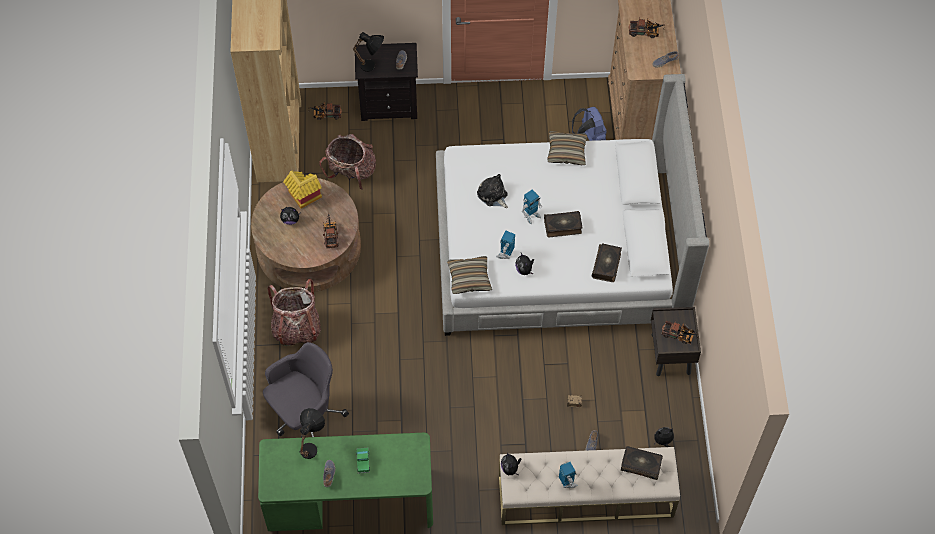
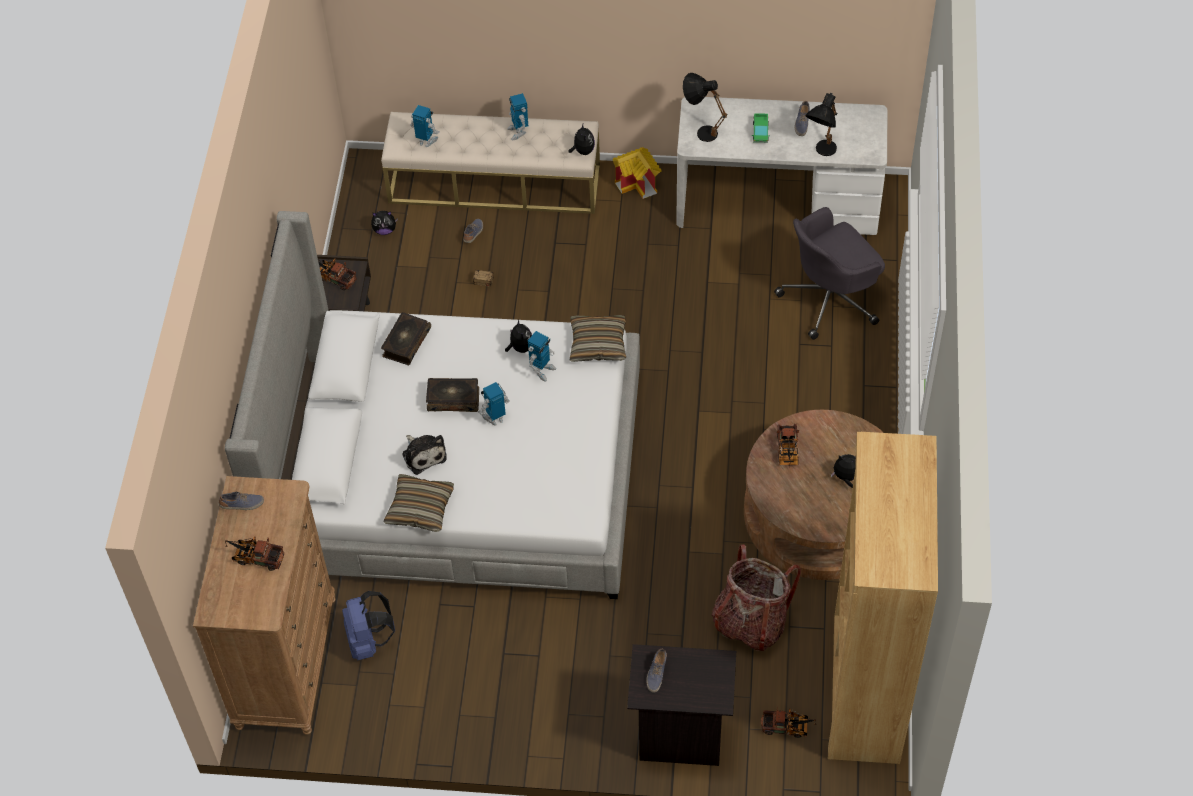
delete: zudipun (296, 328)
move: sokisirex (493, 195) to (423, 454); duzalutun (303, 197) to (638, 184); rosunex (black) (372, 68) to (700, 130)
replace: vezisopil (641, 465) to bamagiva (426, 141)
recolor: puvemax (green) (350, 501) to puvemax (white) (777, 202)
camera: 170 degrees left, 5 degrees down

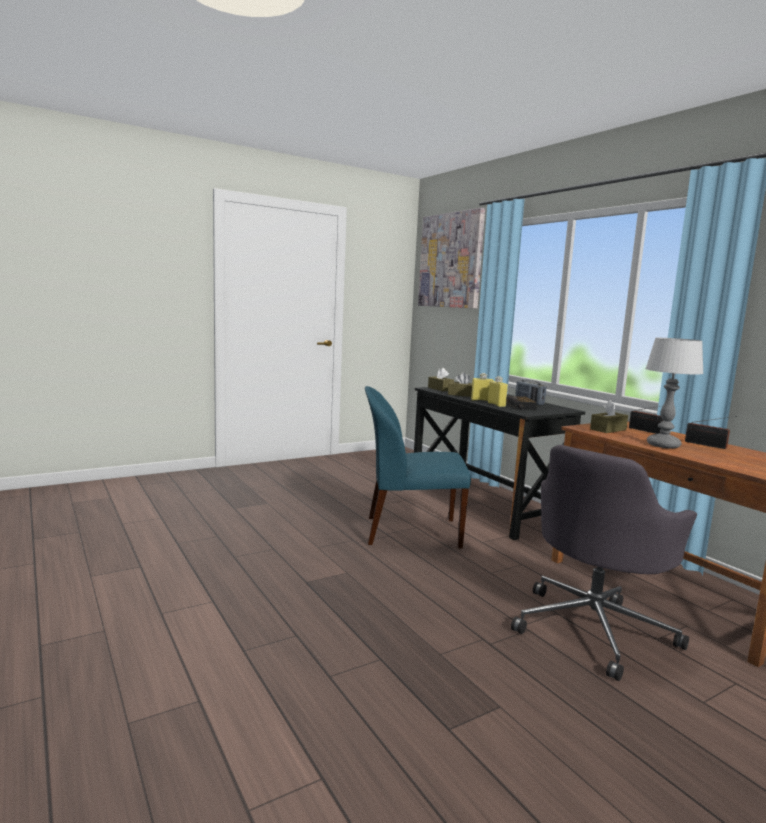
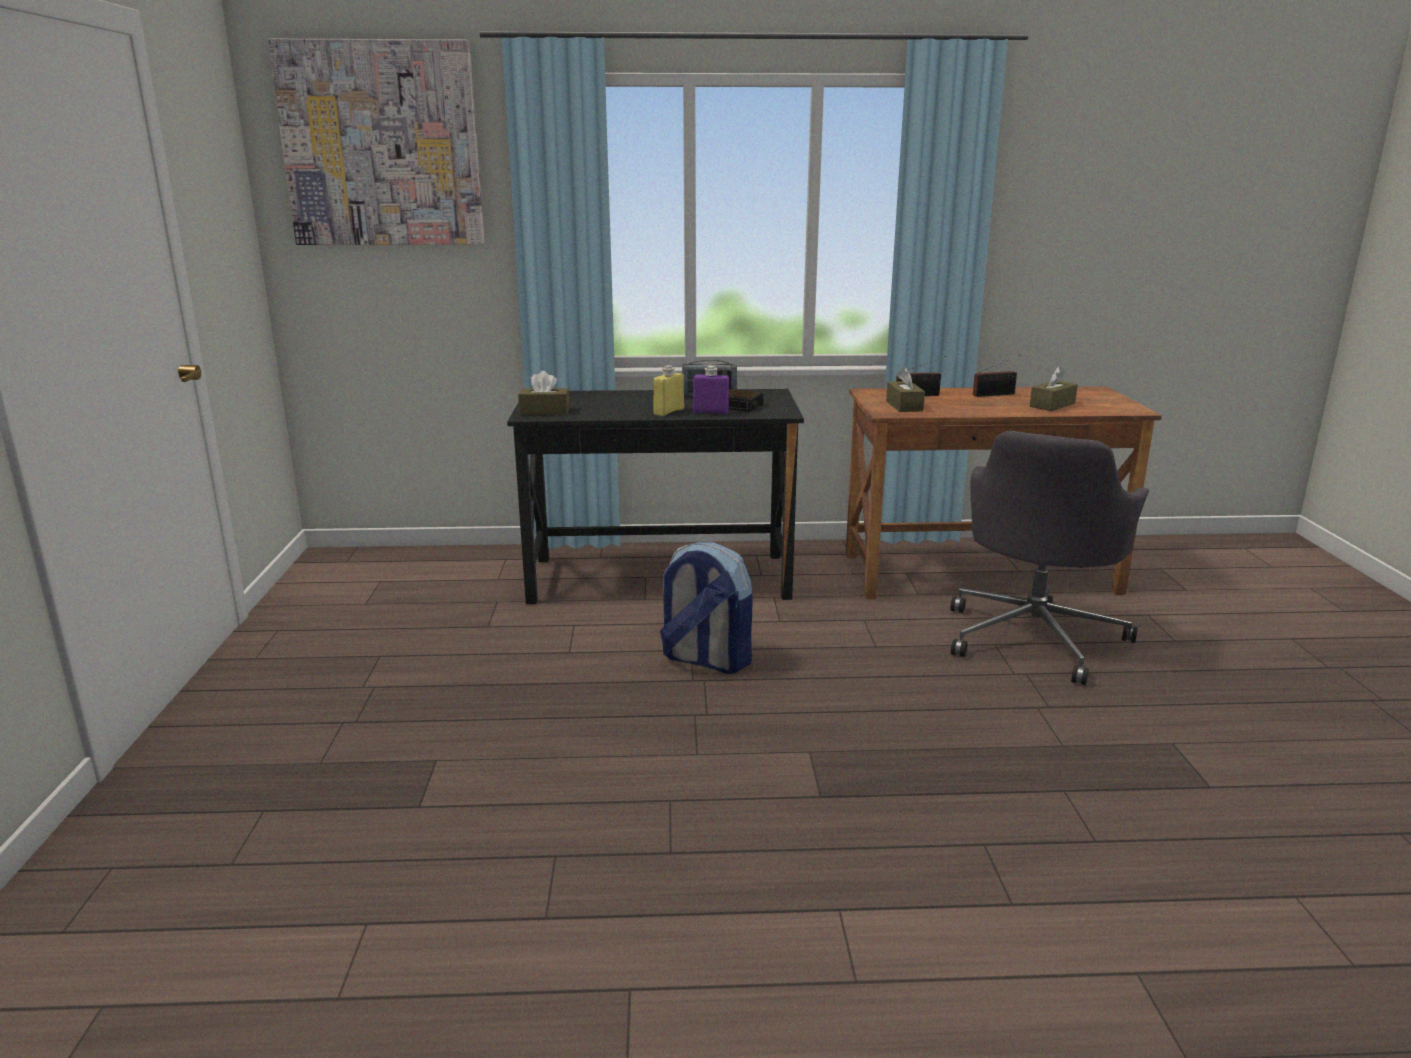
delete: rosunex (663, 445)
move: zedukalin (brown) (462, 395) to (1052, 405)
replace: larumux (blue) (410, 532) to zudipun (705, 660)
recolor: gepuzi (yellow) (496, 405) to gepuzi (purple) (710, 412)
rotate: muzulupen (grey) (594, 628) = (1034, 637) 45 degrees clockwise
camera: 60 degrees left, 10 degrees up

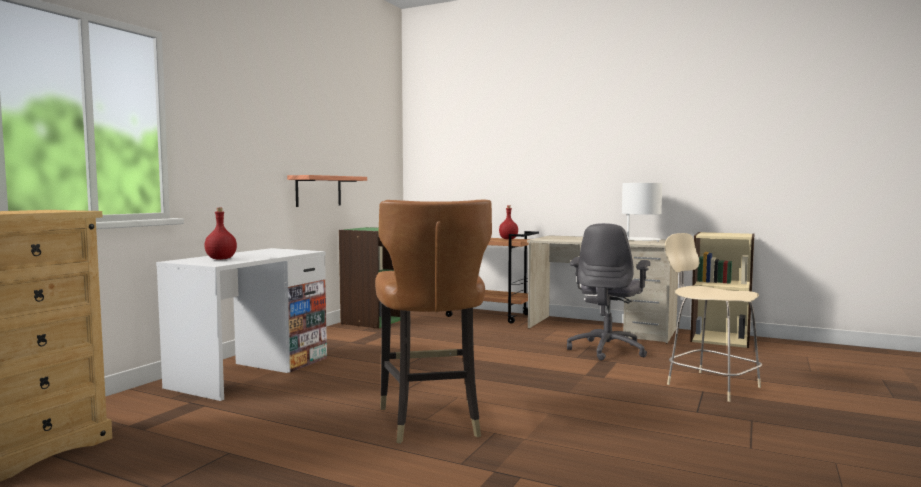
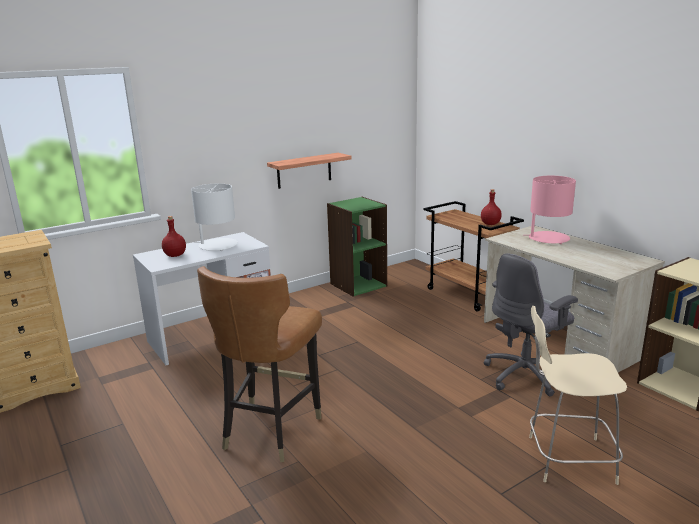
insert: rosunex (pink) (548, 238)
move: rosunex (white) (640, 240) to (217, 245)
rotate: larumux (beige) (710, 385) = (567, 459) 75 degrees counterclockwise
camera: 30 degrees right, 15 degrees up

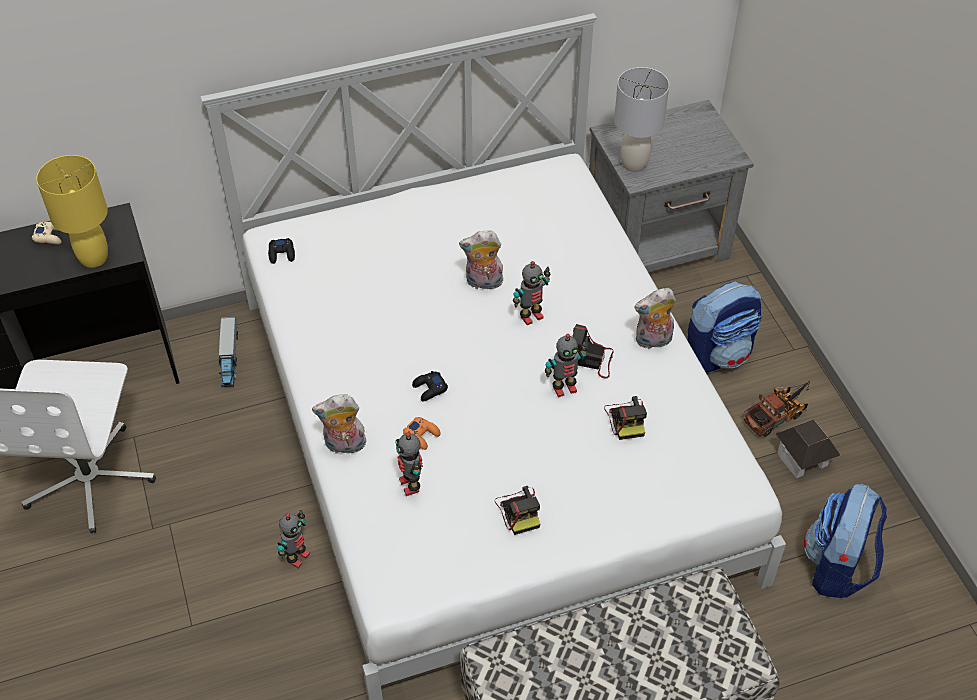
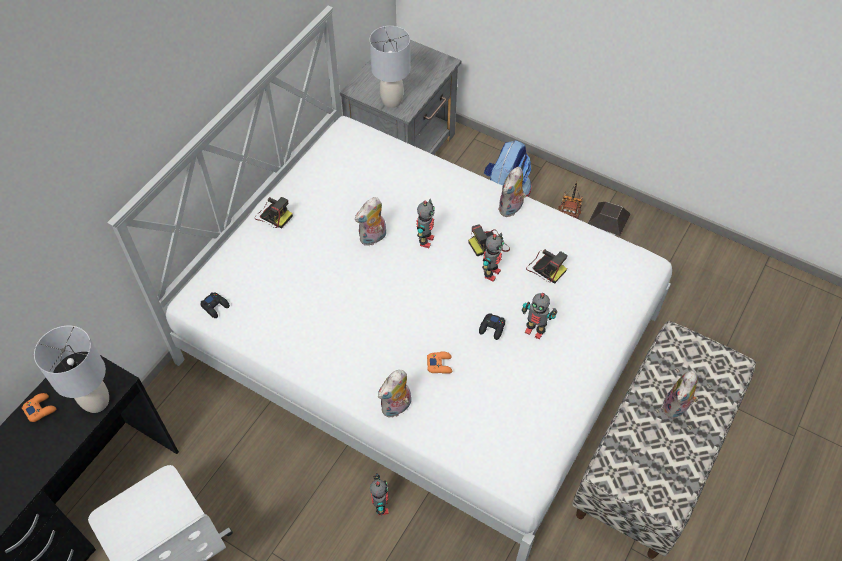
delete: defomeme (229, 358); zudipun (837, 566)
insert: sokisirex (676, 408)
move: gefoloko (519, 511) to (273, 215); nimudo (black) (429, 389) to (492, 328); bamagiva (411, 485) to (535, 330)
recolor: nimudo (beige) (50, 236) to nimudo (orange) (40, 409); rosunex (yellow) (94, 257) to rosunex (grey) (96, 401)
camera: 40 degrees left, 5 degrees up

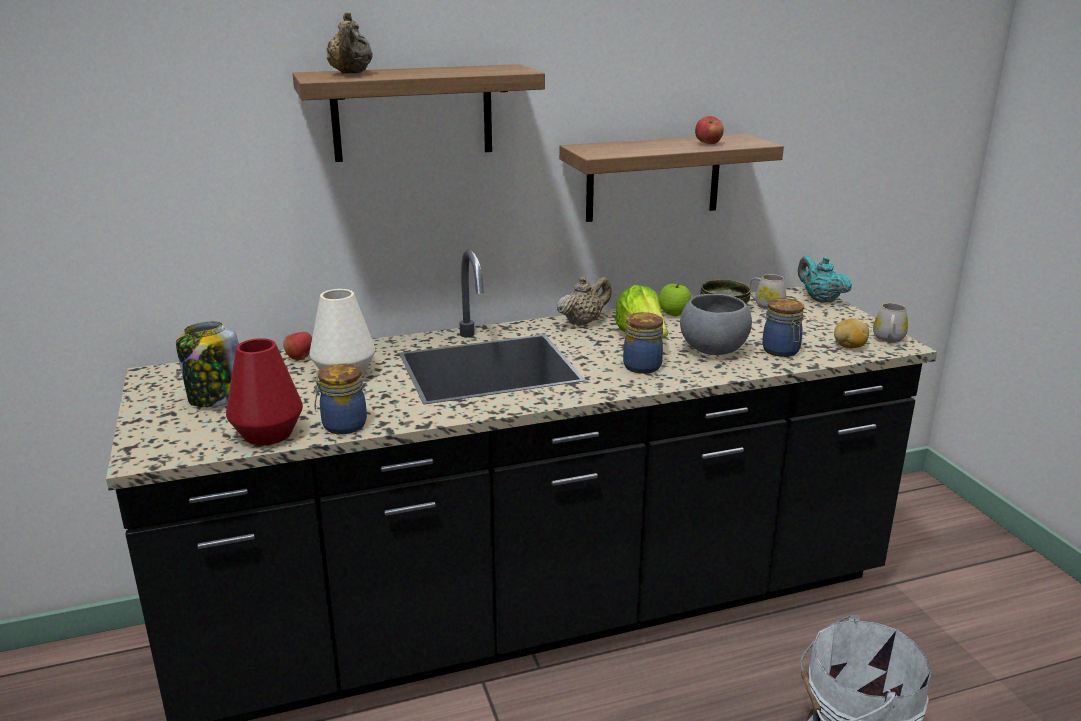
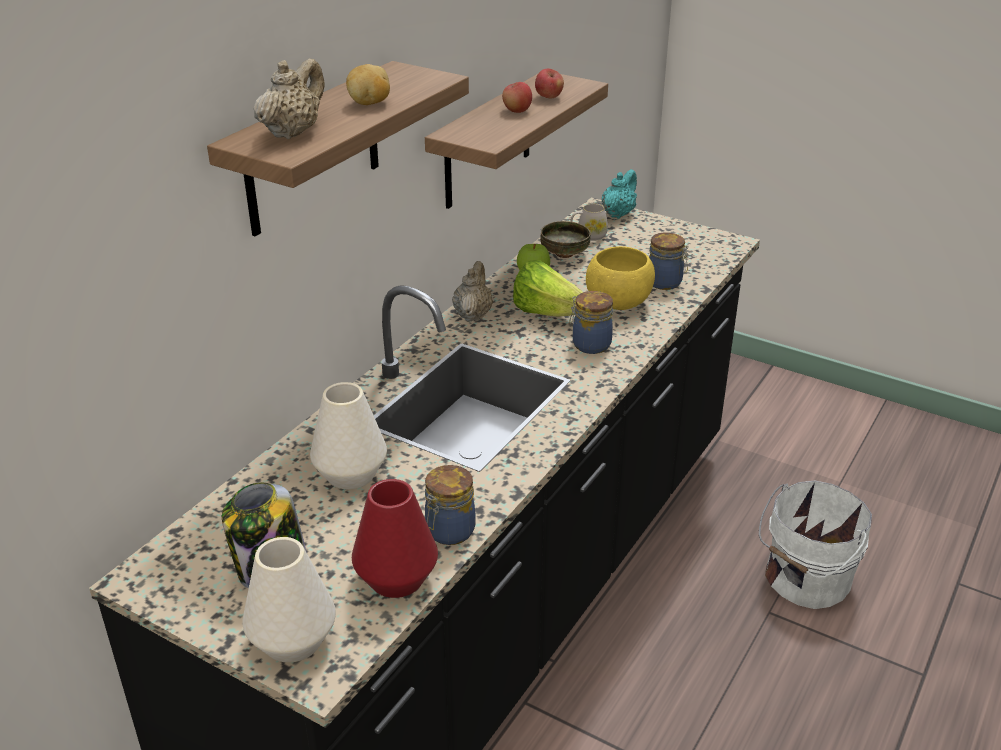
delete: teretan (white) (888, 339)
insert: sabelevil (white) (292, 640)
move: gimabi (849, 347) to (370, 103); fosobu (300, 357) to (517, 110)
recolor: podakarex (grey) (714, 351) to podakarex (yellow) (619, 303)
rotate: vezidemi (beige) (350, 74) = (293, 132) 105 degrees counterclockwise; vezidemi (turquoise) (820, 299) = (618, 213) 105 degrees clockwise
camera: 40 degrees left, 10 degrees up

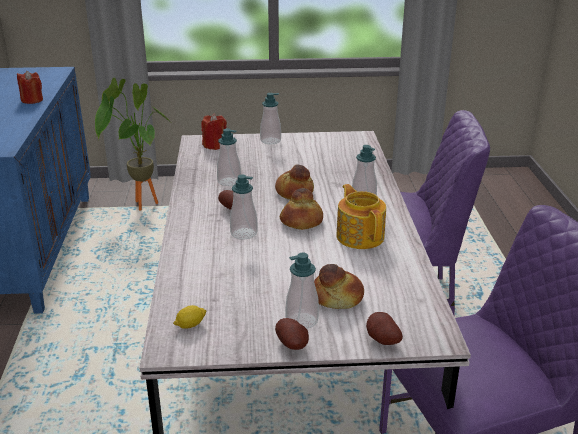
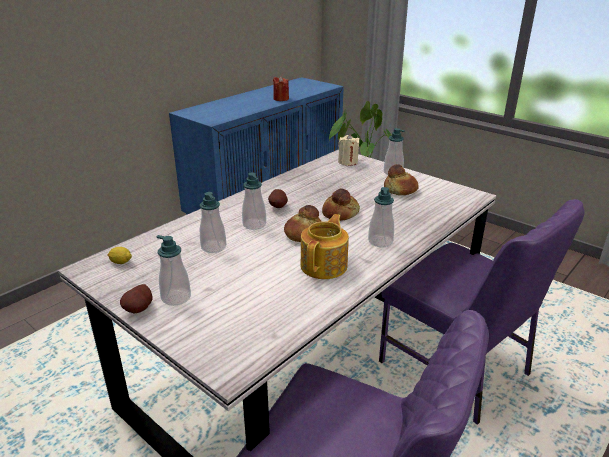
delete: gimabi (381, 341)
move: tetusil (229, 181) to (213, 247); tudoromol (337, 298) to (400, 190)
recolor: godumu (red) (215, 145) to godumu (beige) (348, 162)
camera: 45 degrees right, 0 degrees up

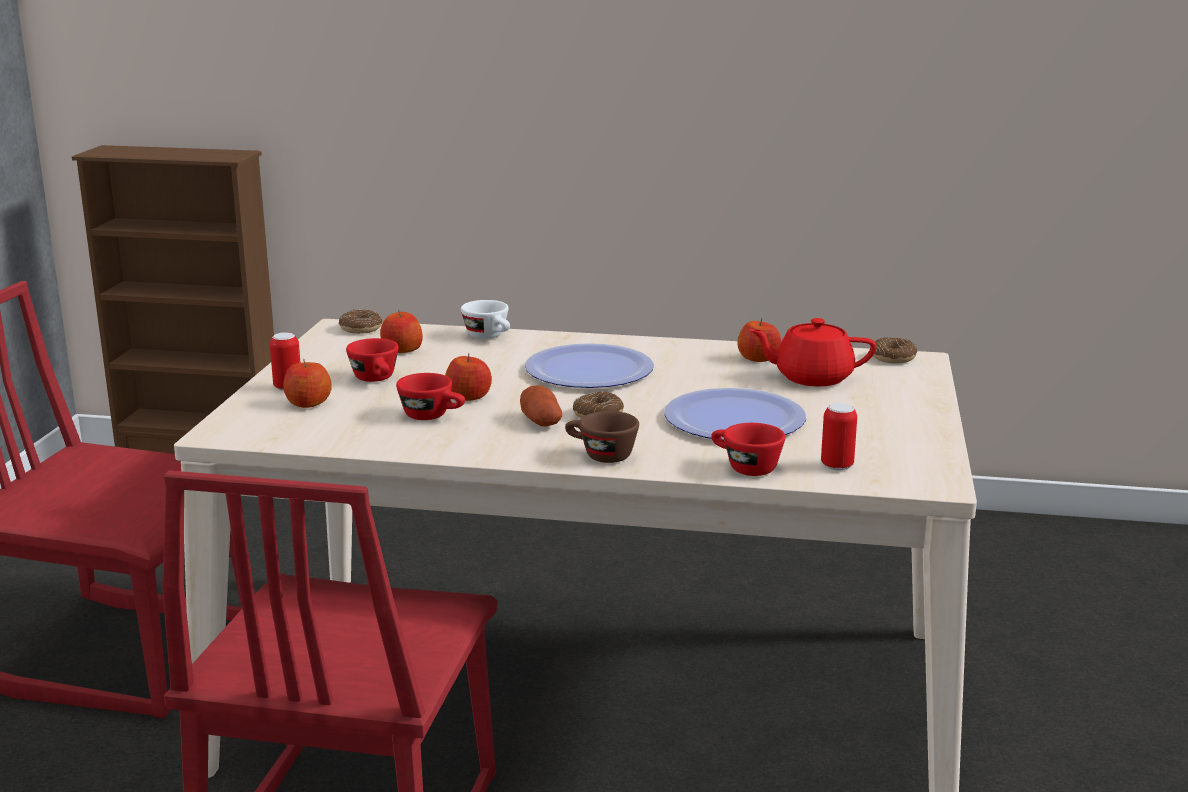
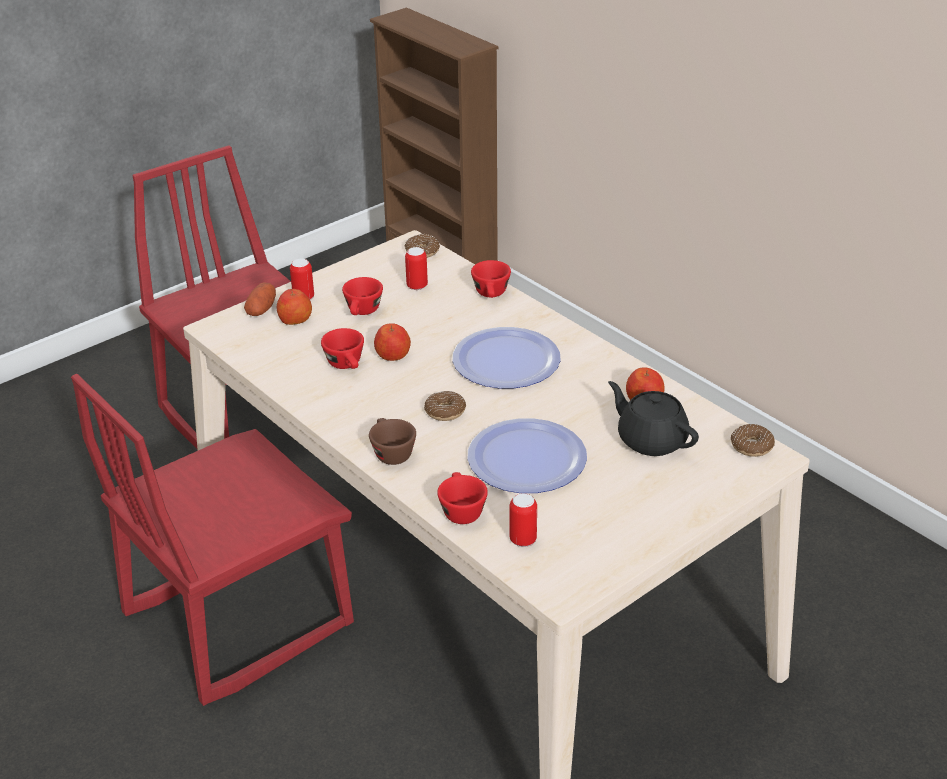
move: gimabi (541, 422) to (261, 309)
replace: fosobu (401, 350) to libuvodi (417, 286)
recolor: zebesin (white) (490, 337) to zebesin (red) (491, 295); vezidemi (red) (812, 377) to vezidemi (black) (651, 440)
camera: 40 degrees right, 15 degrees up

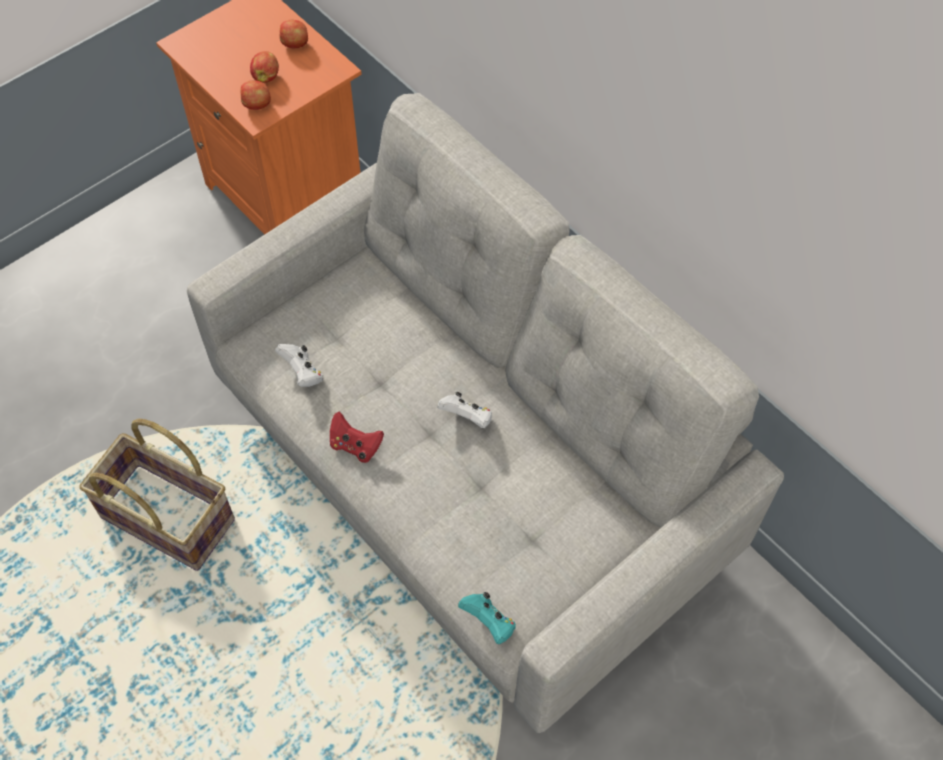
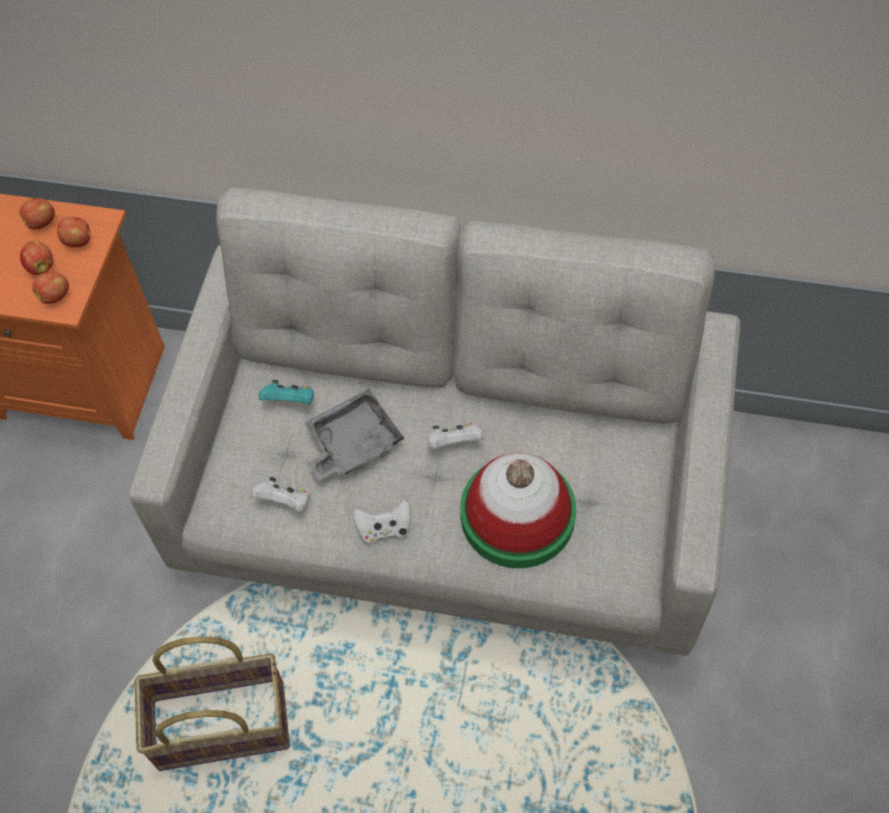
insert: fosobu (78, 241); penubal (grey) (352, 443); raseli (517, 515)
move: nimudo (turquoise) (489, 622) to (290, 401)
recolor: nimudo (red) (355, 446) to nimudo (white) (384, 529)
camera: 35 degrees left, 0 degrees up

